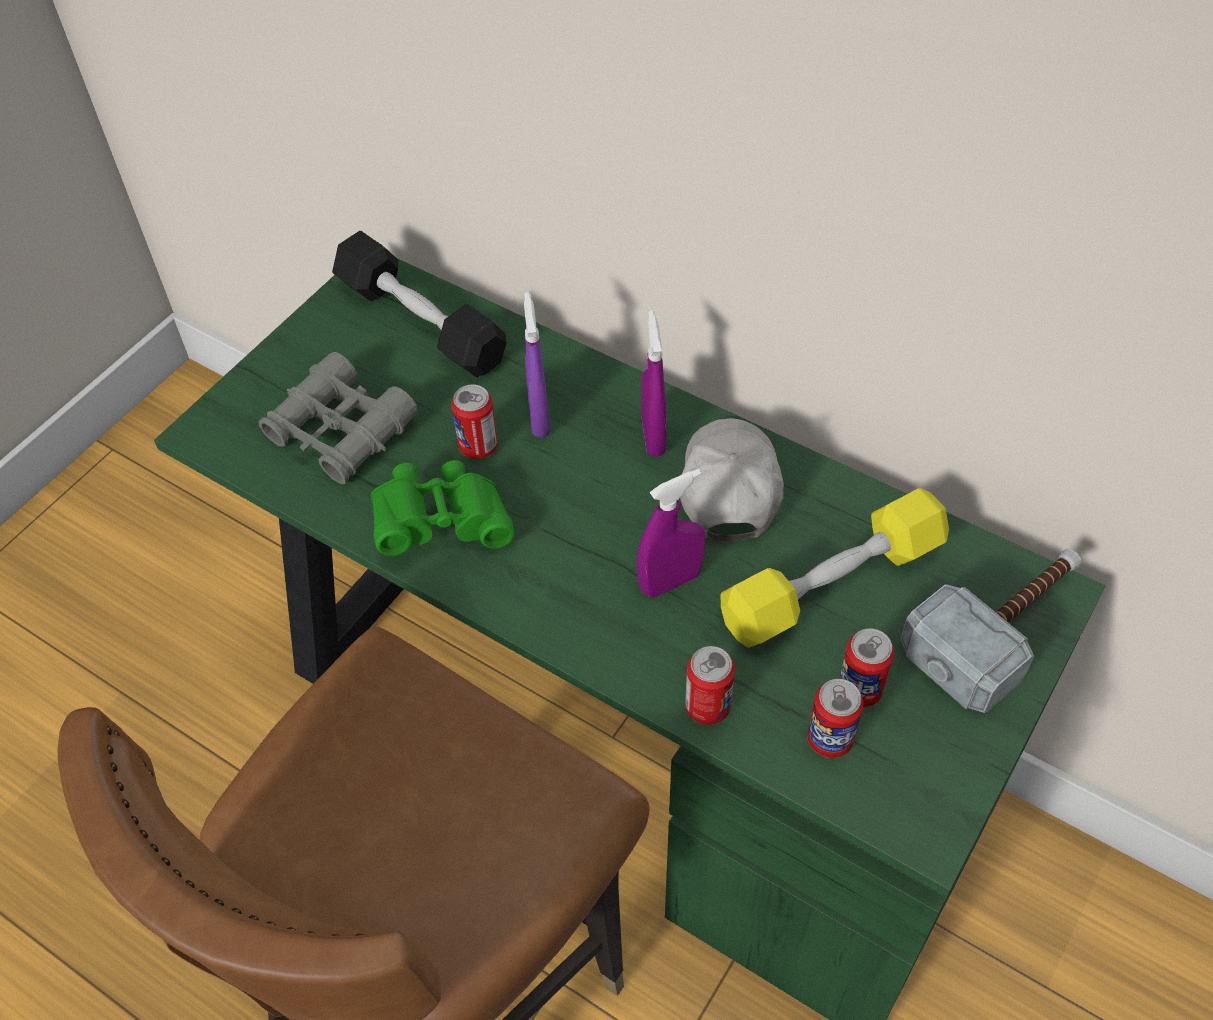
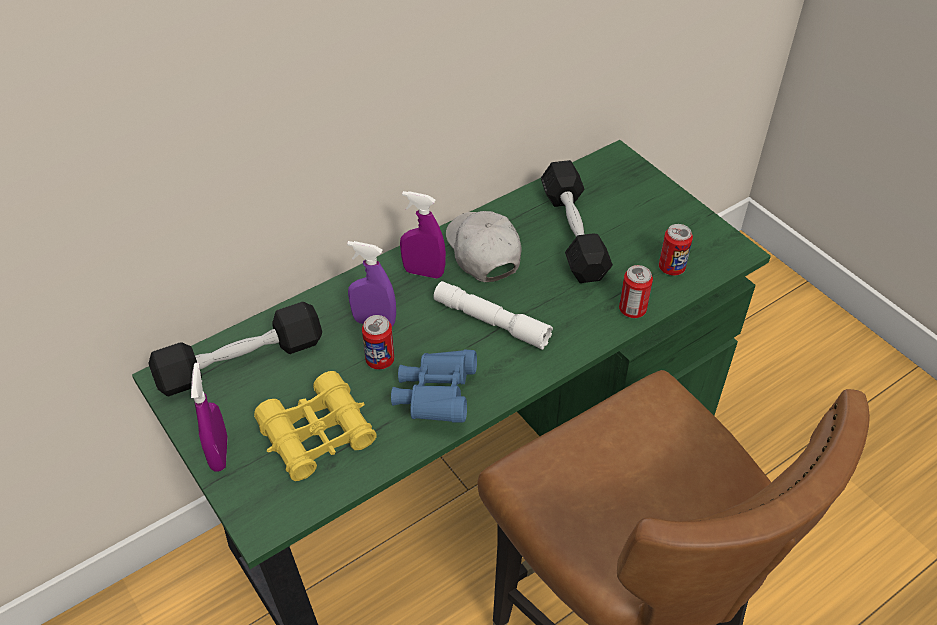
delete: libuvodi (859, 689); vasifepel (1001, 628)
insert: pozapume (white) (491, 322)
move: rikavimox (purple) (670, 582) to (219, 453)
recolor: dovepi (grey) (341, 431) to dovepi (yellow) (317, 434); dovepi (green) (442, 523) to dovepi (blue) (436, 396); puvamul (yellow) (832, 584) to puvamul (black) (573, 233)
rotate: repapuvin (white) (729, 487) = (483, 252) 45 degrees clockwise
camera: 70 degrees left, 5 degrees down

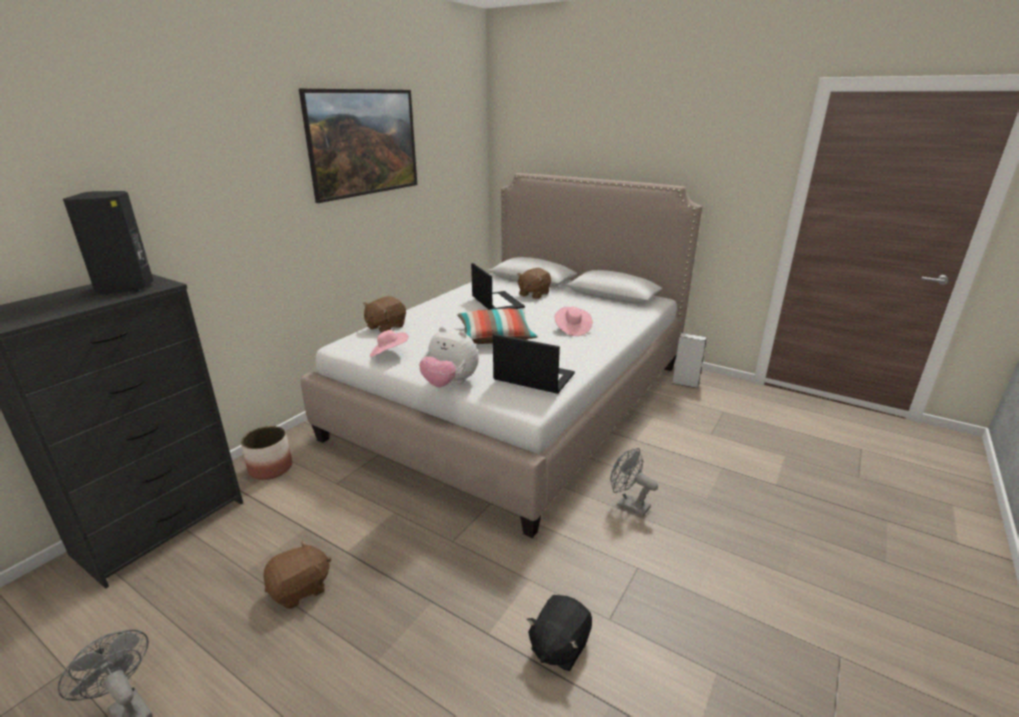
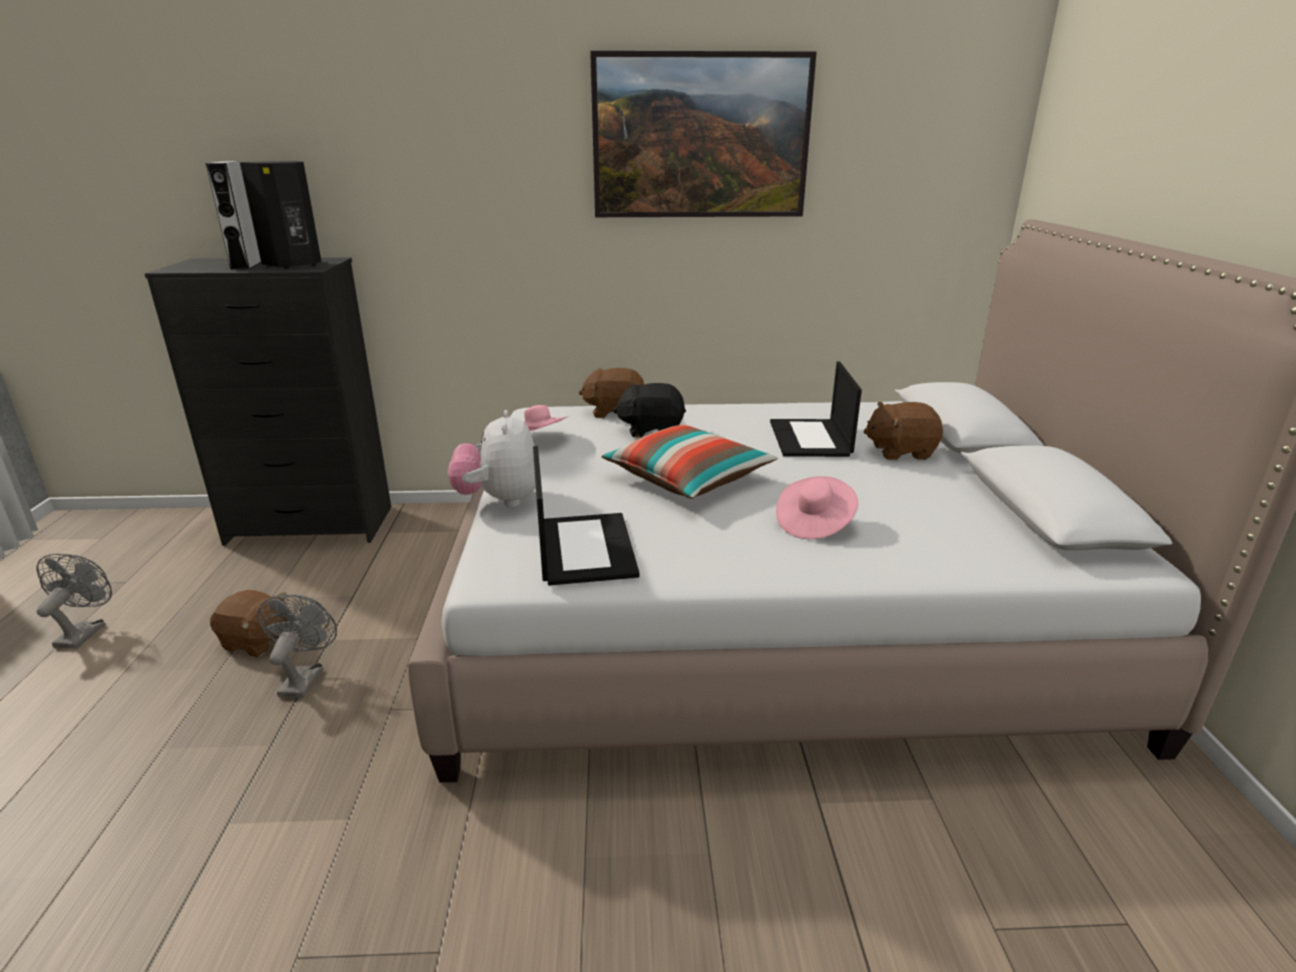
delete: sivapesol (270, 468)
move: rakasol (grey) (685, 383) to (246, 265); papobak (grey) (628, 505) to (304, 678); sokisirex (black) (559, 646) to (651, 430)
rotate: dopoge (496, 302) = (811, 439) 150 degrees clockwise
camera: 55 degrees right, 0 degrees up

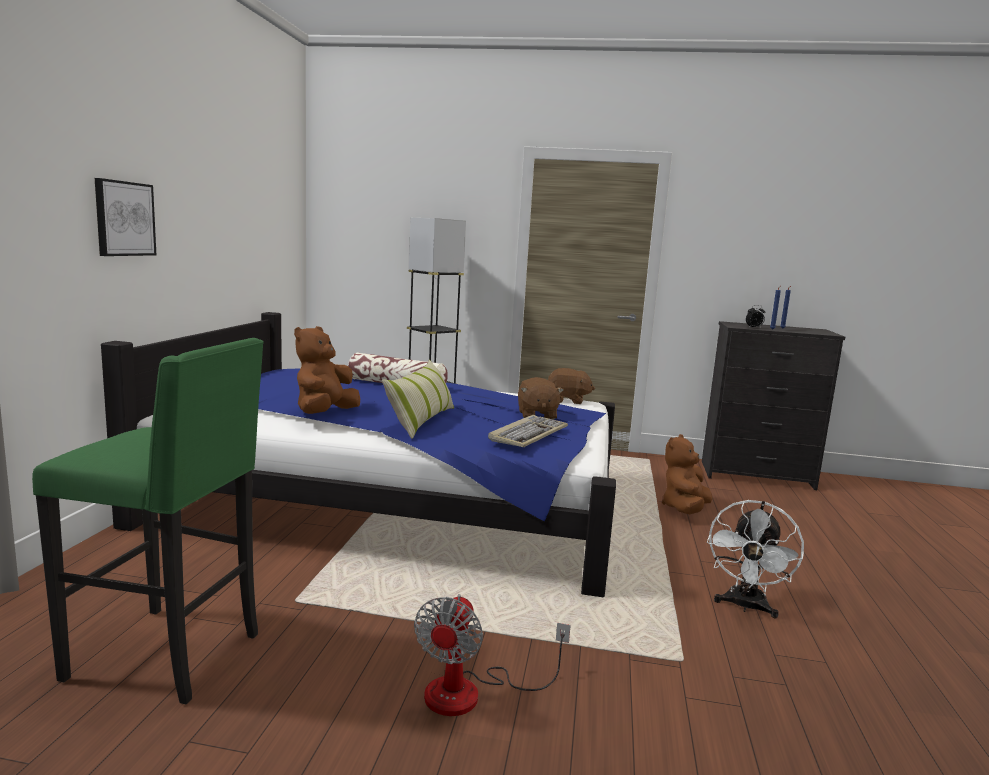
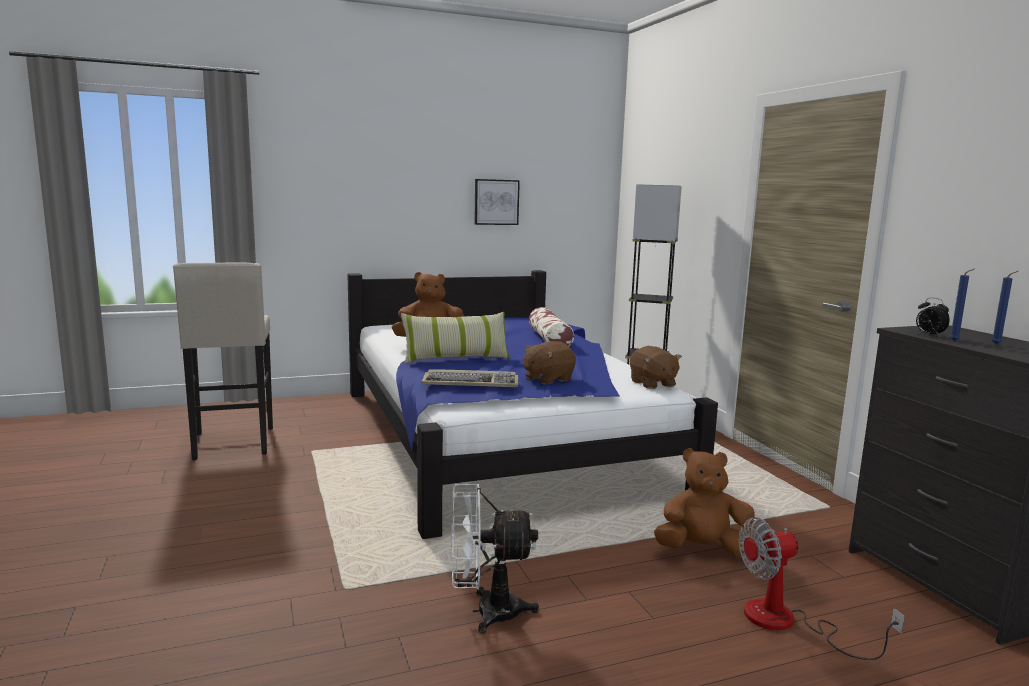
move: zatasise (124, 218) to (496, 202); papobak (471, 693) to (787, 623)
recolor: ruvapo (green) (170, 656) to ruvapo (beige) (233, 444)
camera: 60 degrees right, 0 degrees up

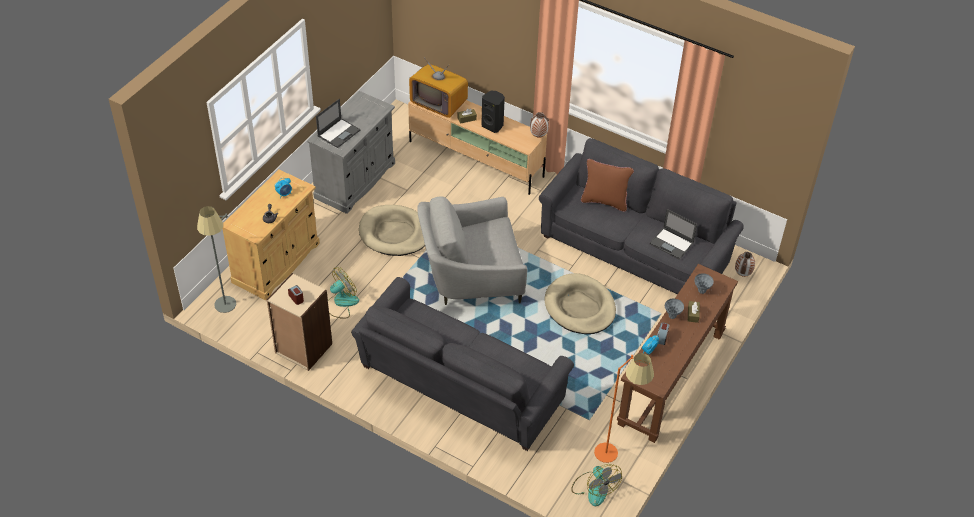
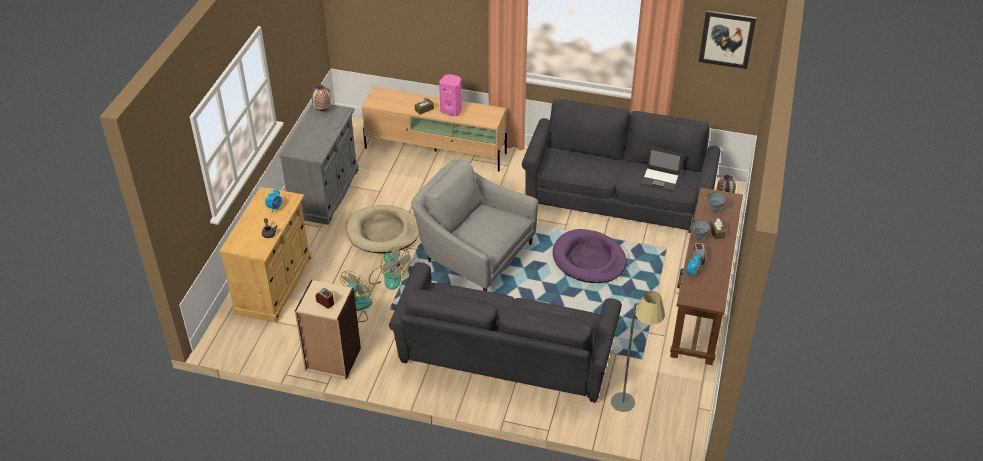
delete: dopoge (339, 133); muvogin (439, 103); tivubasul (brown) (604, 201); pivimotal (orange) (616, 456)
insert: zatasise (727, 39)
move: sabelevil (538, 136) to (322, 110); papobak (594, 488) to (389, 277); pivimotal (grey) (227, 311) to (630, 409)
recolor: rakasol (black) (493, 125) to rakasol (pink) (452, 110); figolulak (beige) (580, 307) to figolulak (purple) (589, 259)
rotate: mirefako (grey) (471, 276) = (474, 255) 60 degrees clockwise
camera: 15 degrees left, 5 degrees down

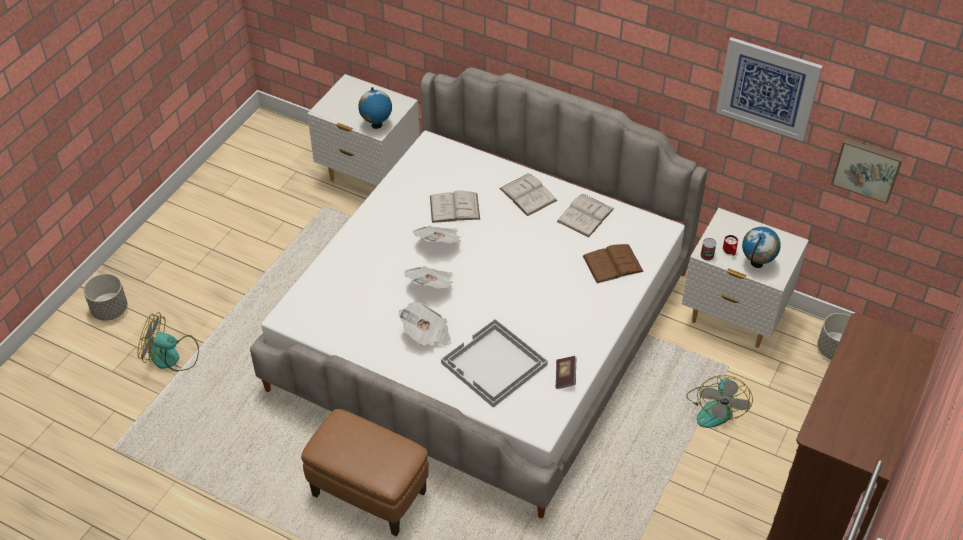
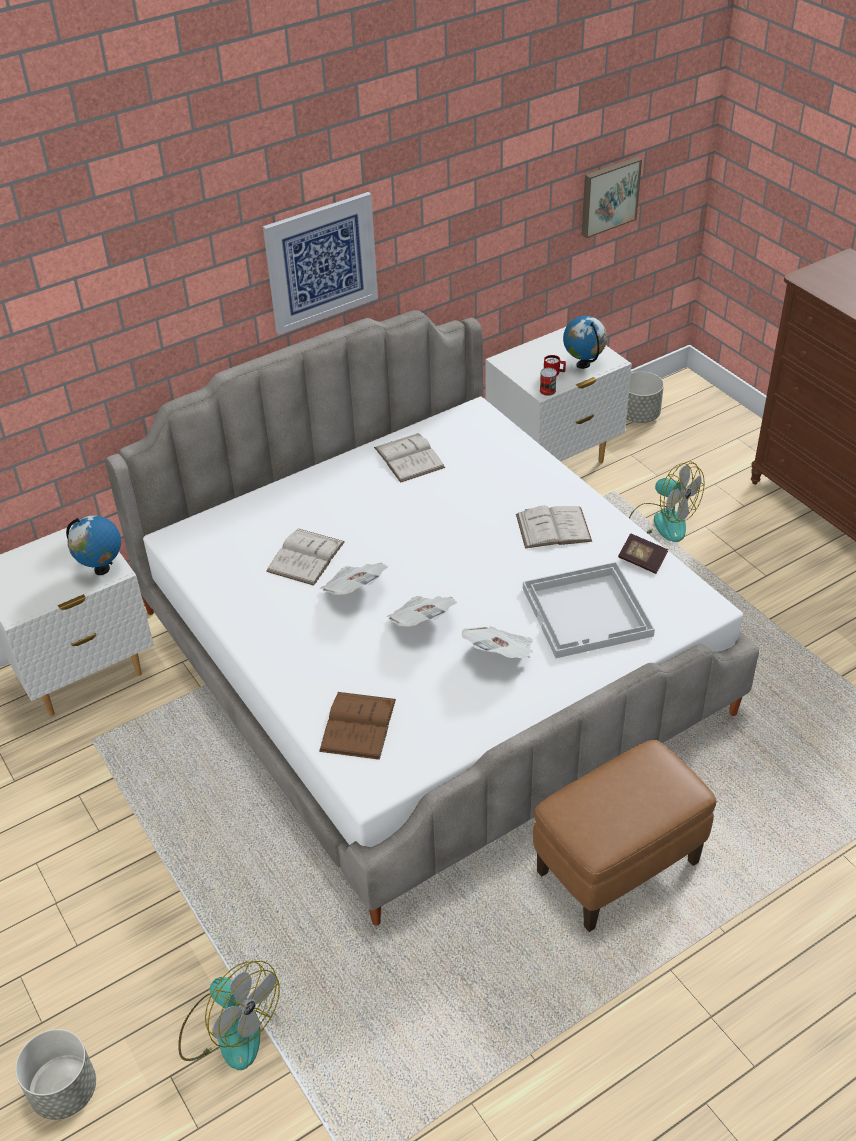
move: zatasise (768, 88) to (321, 262); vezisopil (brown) (612, 263) to (358, 725); vezisopil (white) (528, 194) to (553, 527)
rotate: papobak (172, 357) = (228, 1029) 90 degrees counterclockwise
camera: 60 degrees left, 5 degrees down

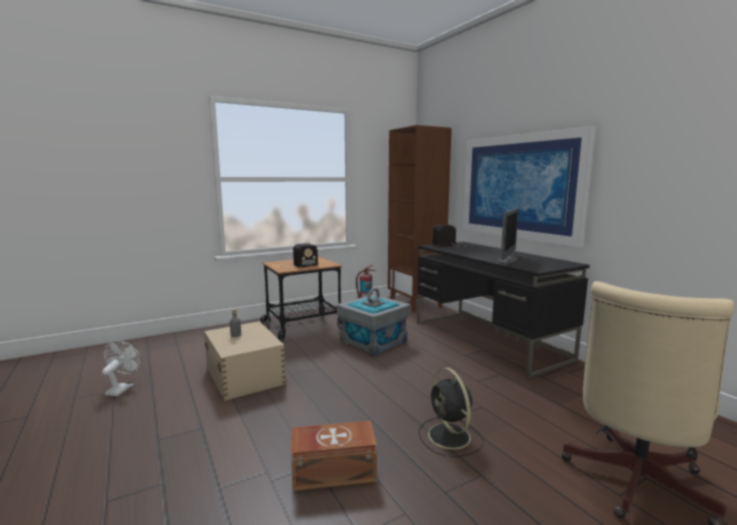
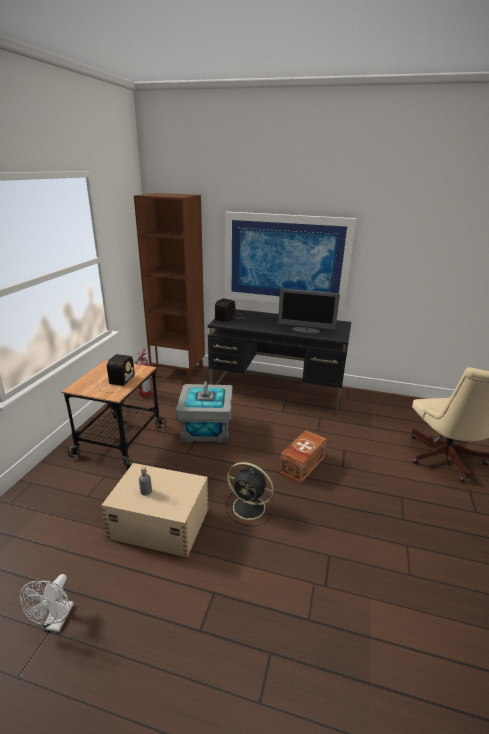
move: papobak (black) (450, 437) to (250, 508); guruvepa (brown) (332, 471) to (301, 465)
rotate: papobak (white) (122, 388) = (56, 622) 135 degrees counterclockwise; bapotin (507, 260) = (305, 330) 120 degrees clockwise
camera: 45 degrees left, 15 degrees up

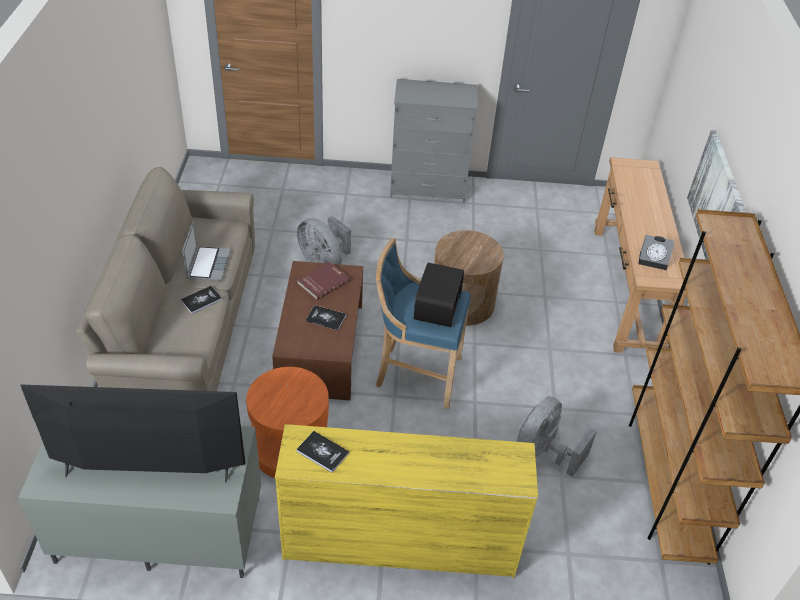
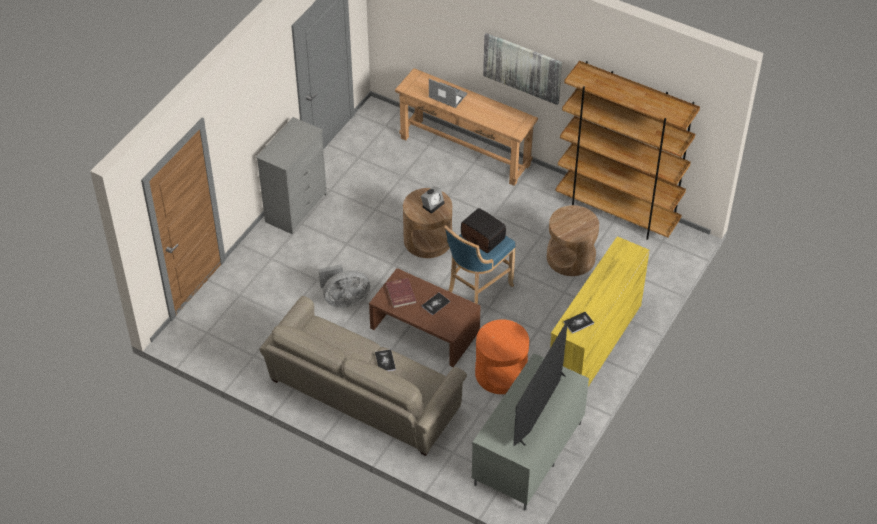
move: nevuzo (654, 260) to (433, 204); dopoge (208, 264) to (447, 96)
replace: papobak (grey) (542, 455) to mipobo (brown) (571, 257)
camera: 60 degrees left, 5 degrees up

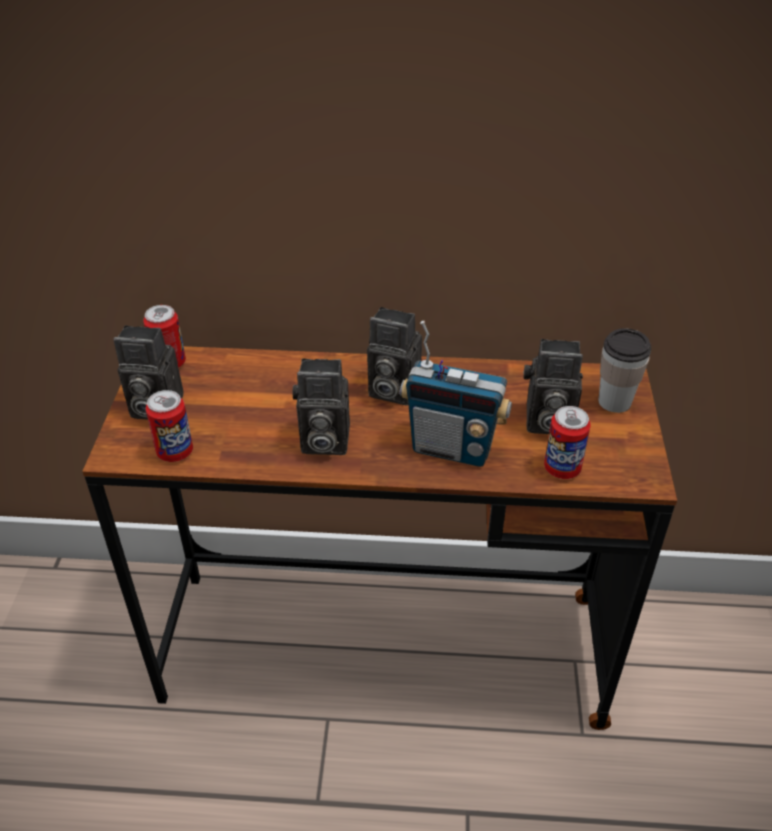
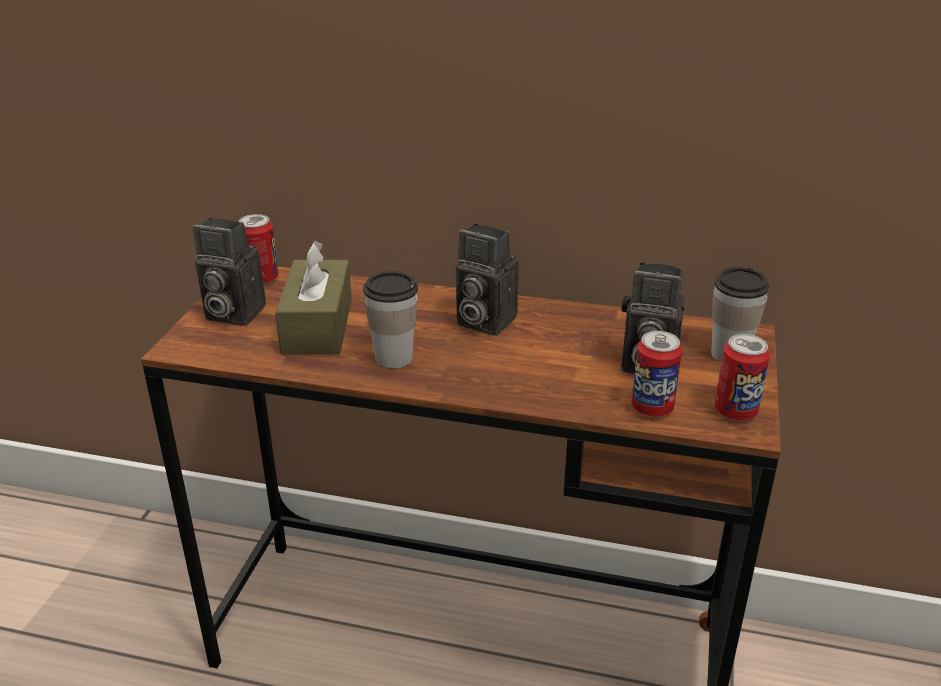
delete: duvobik (452, 448)
insert: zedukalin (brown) (317, 325)
move: libuvodi (175, 452) to (735, 412)
replace: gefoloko (322, 442) to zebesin (394, 358)
camera: 10 degrees right, 10 degrees down

